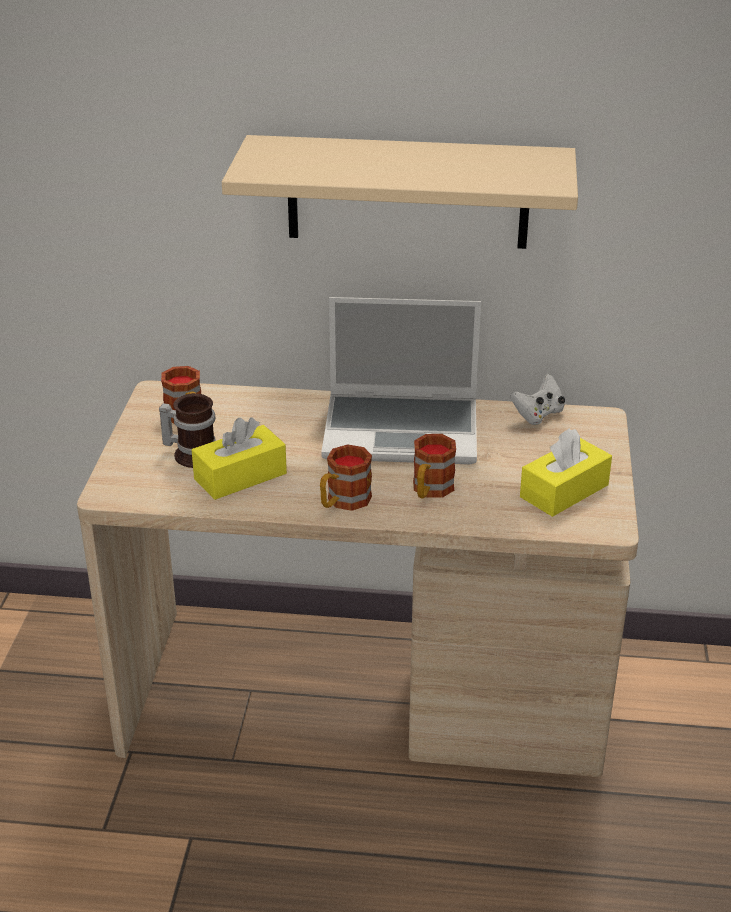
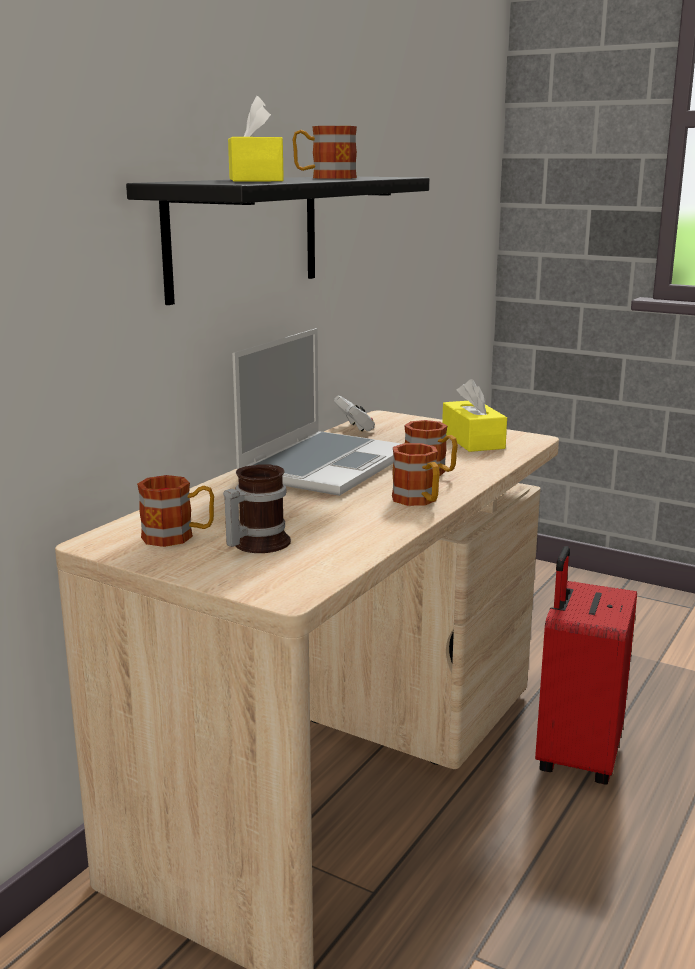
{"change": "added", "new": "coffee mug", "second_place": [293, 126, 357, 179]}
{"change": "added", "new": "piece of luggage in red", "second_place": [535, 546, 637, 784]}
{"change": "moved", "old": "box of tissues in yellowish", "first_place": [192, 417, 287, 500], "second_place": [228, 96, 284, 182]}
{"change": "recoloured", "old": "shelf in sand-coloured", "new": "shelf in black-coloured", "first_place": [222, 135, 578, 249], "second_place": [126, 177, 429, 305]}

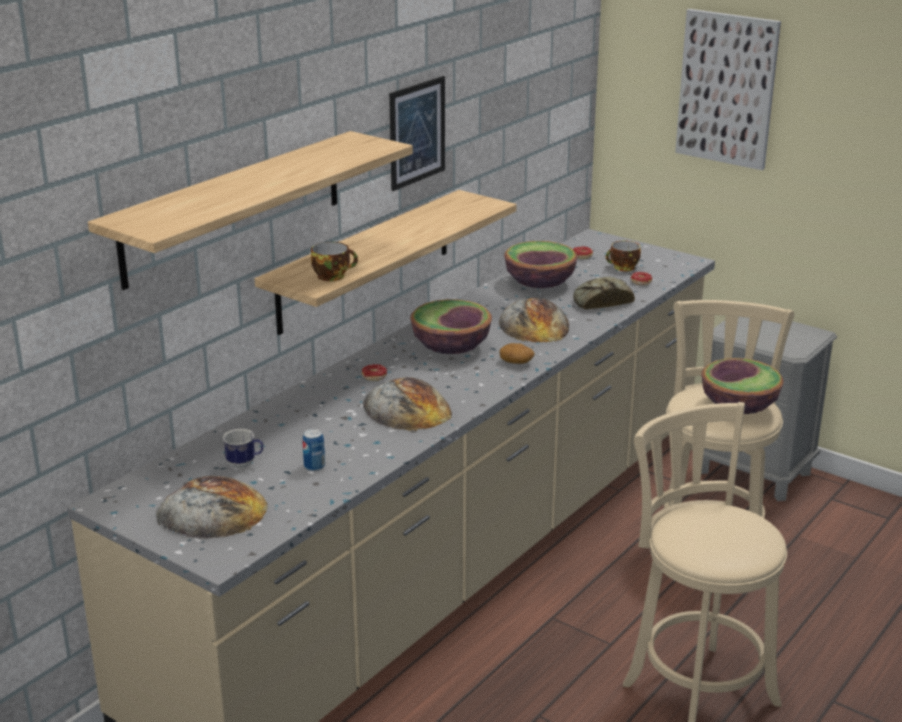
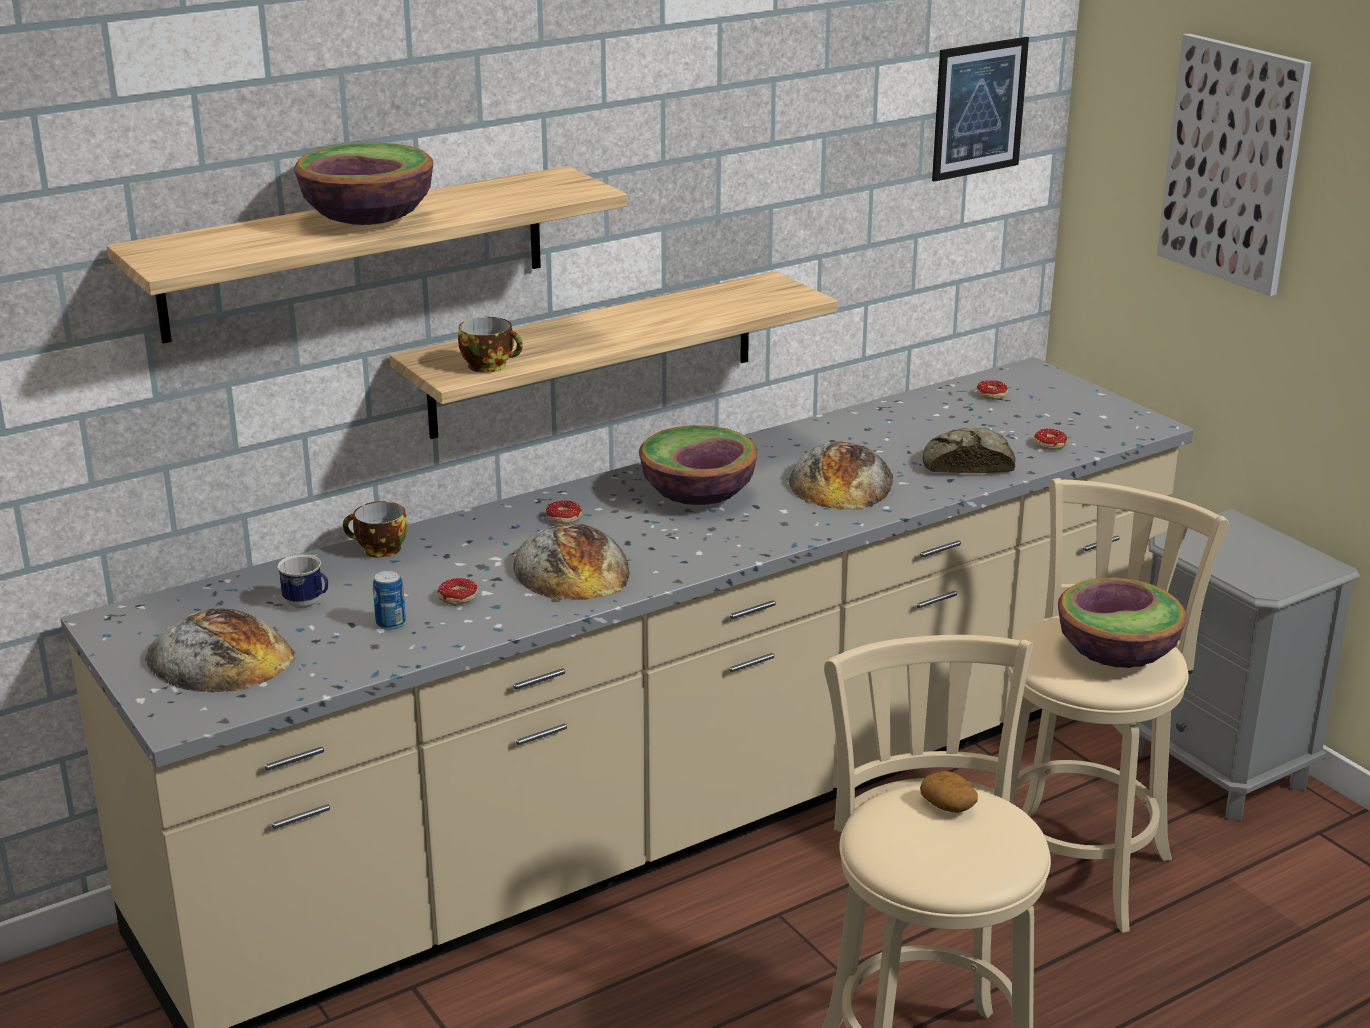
{"change": "added", "new": "donut", "second_place": [438, 578, 478, 605]}
{"change": "moved", "old": "wall picture", "first_place": [389, 76, 445, 191], "second_place": [932, 37, 1029, 182]}
{"change": "moved", "old": "spud", "first_place": [499, 343, 535, 364], "second_place": [920, 771, 978, 813]}
{"change": "moved", "old": "serving bowl", "first_place": [504, 241, 578, 288], "second_place": [294, 143, 434, 225]}
{"change": "moved", "old": "small cup", "first_place": [606, 241, 641, 271], "second_place": [343, 501, 407, 558]}

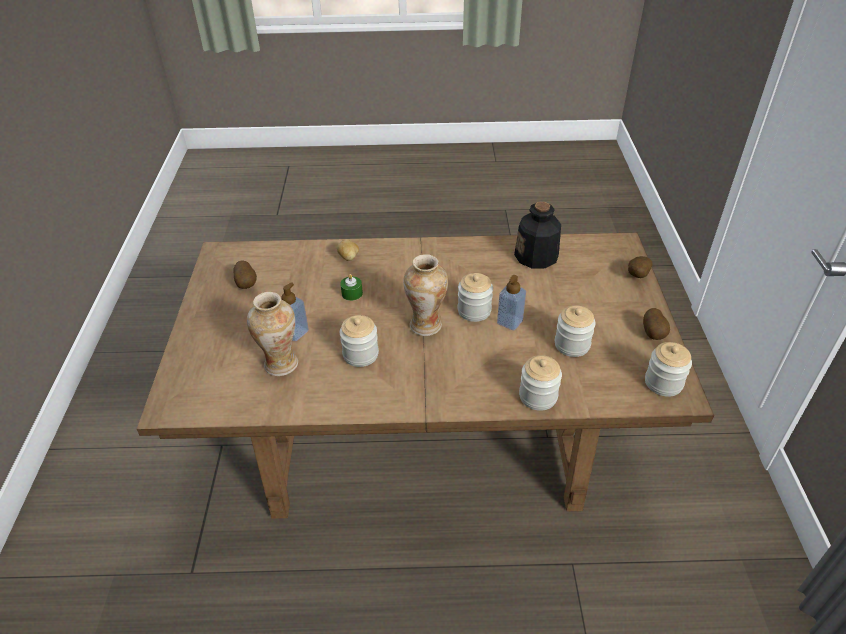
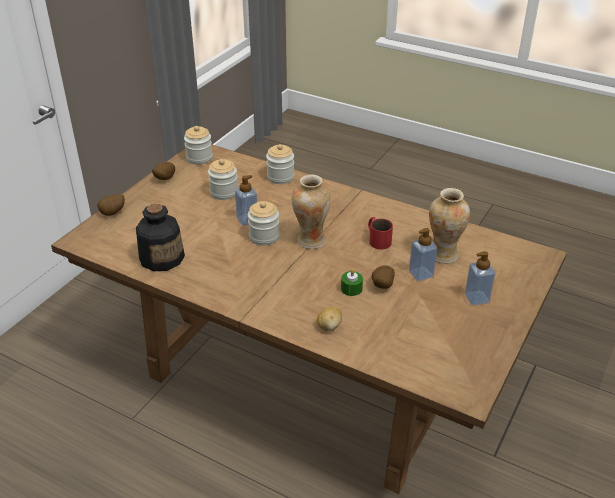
{"change": "added", "new": "soap dispenser", "second_place": [465, 251, 495, 305]}
{"change": "moved", "old": "spud", "first_place": [233, 260, 257, 289], "second_place": [371, 266, 395, 289]}
{"change": "replaced", "old": "preserve jar", "new": "coffee mug in red", "first_place": [340, 315, 379, 367], "second_place": [368, 217, 393, 250]}

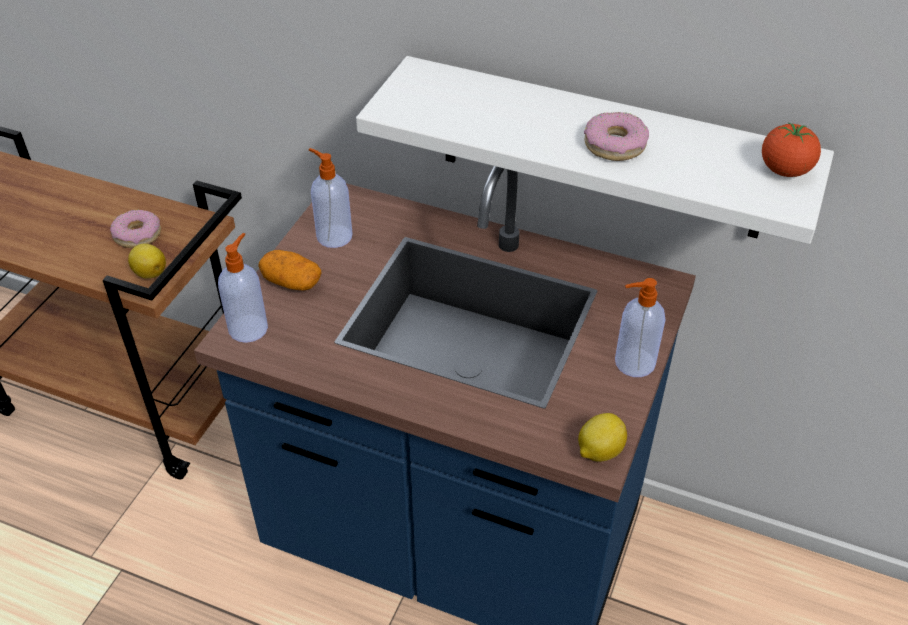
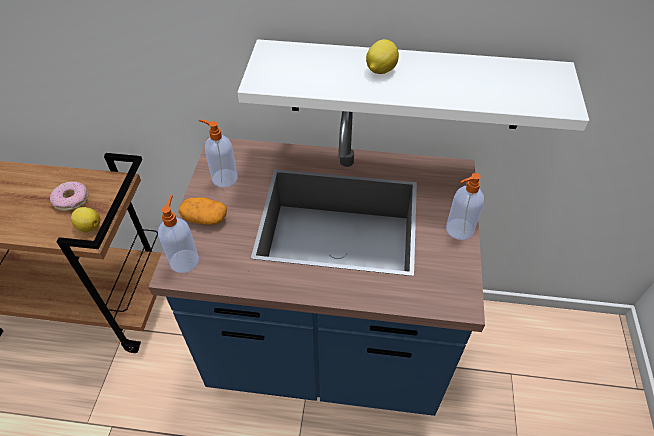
{"change": "removed", "old": "donut", "first_place": [584, 112, 649, 161]}
{"change": "removed", "old": "tomato", "first_place": [762, 123, 821, 177]}
{"change": "moved", "old": "citrus fruit", "first_place": [578, 413, 627, 462], "second_place": [366, 39, 399, 74]}

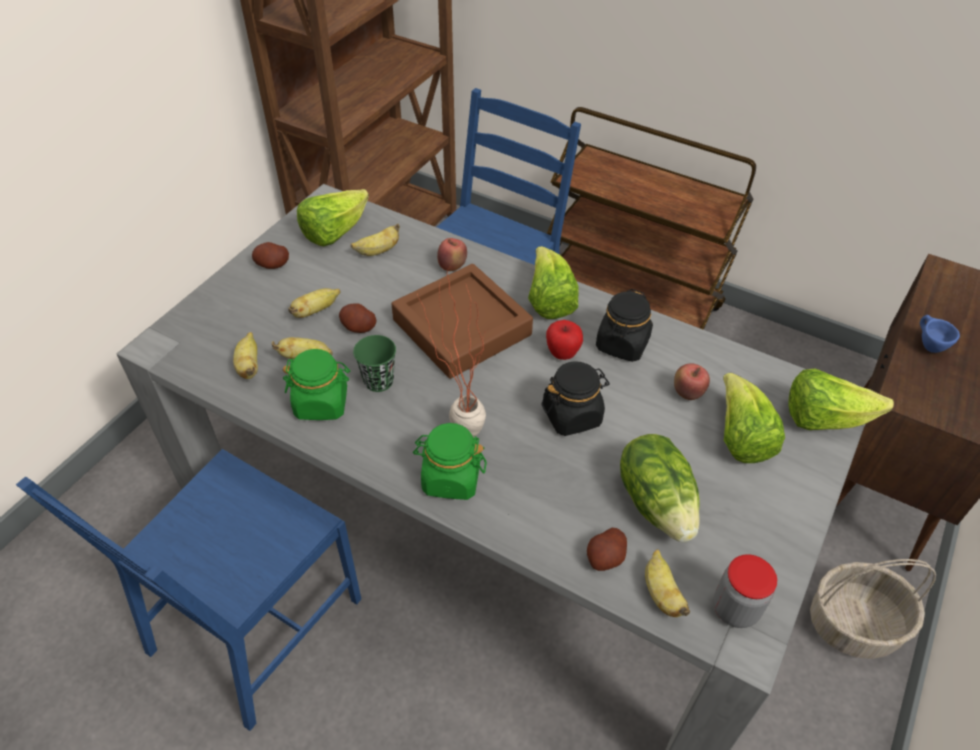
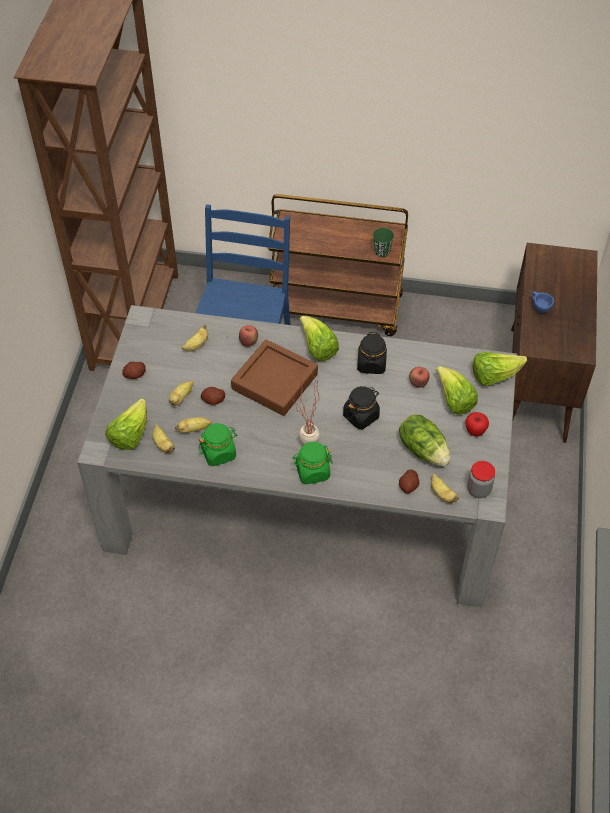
{"change": "removed", "old": "plain chair in blue", "first_place": [16, 449, 361, 731]}
{"change": "removed", "old": "basket", "first_place": [810, 559, 936, 659]}
{"change": "moved", "old": "lettuce", "first_place": [297, 189, 369, 246], "second_place": [105, 398, 147, 450]}
{"change": "moved", "old": "small cup in greenish", "first_place": [353, 335, 396, 392], "second_place": [373, 228, 394, 257]}
{"change": "moved", "old": "whole apple", "first_place": [546, 320, 583, 360], "second_place": [465, 412, 489, 437]}

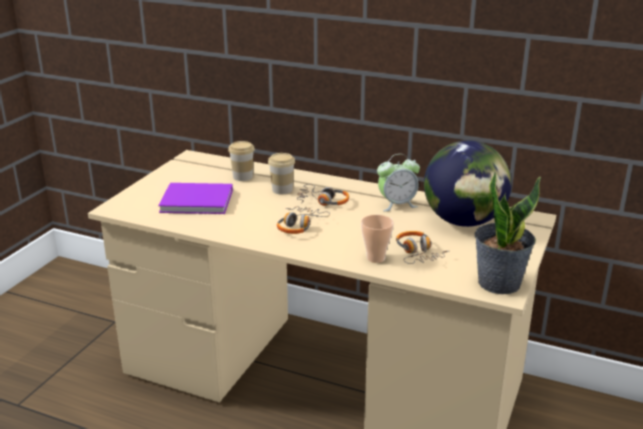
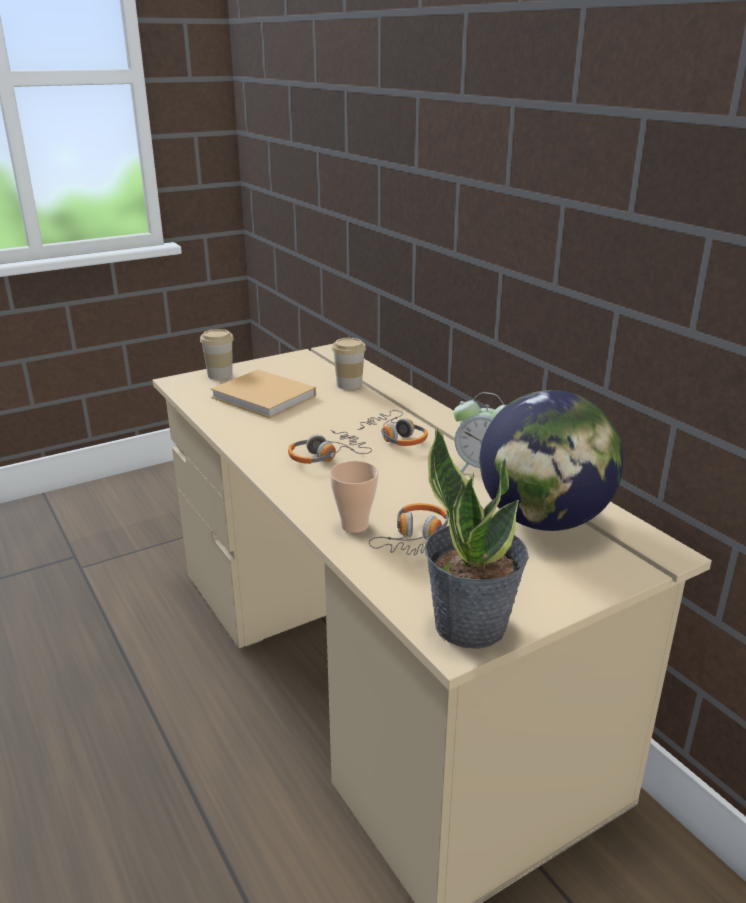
{"change": "moved", "old": "small cup", "first_place": [268, 153, 295, 194], "second_place": [200, 329, 234, 379]}
{"change": "recoloured", "old": "book in purple-coloured", "new": "book in sand-coloured", "first_place": [158, 183, 233, 214], "second_place": [210, 370, 316, 418]}

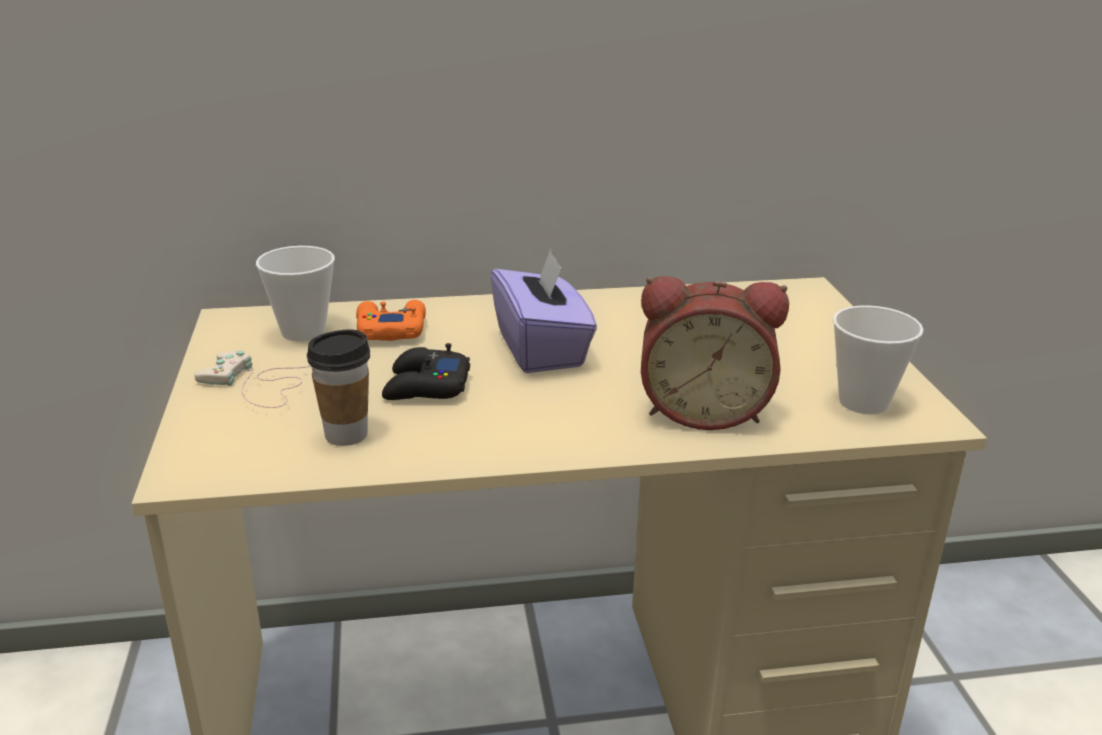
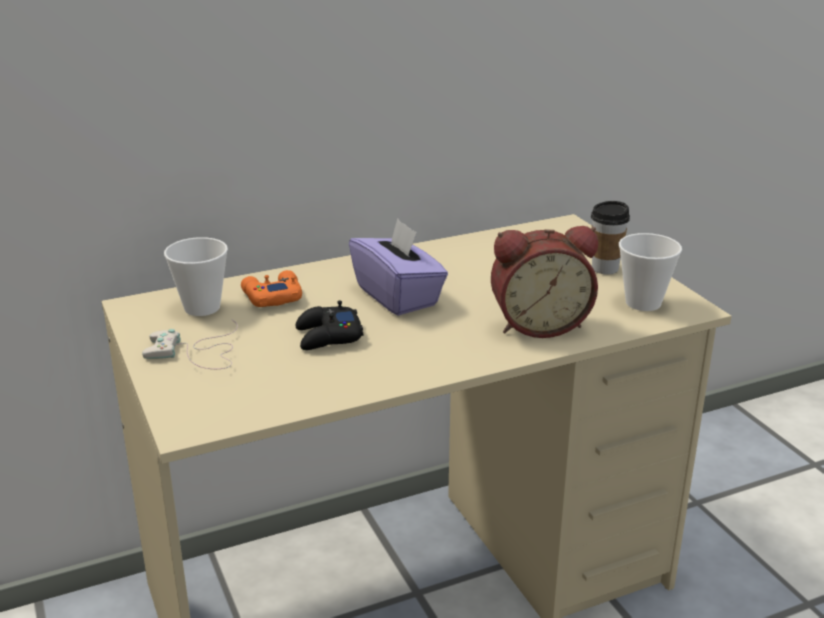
{"change": "moved", "old": "small cup", "first_place": [307, 329, 370, 446], "second_place": [591, 201, 630, 274]}

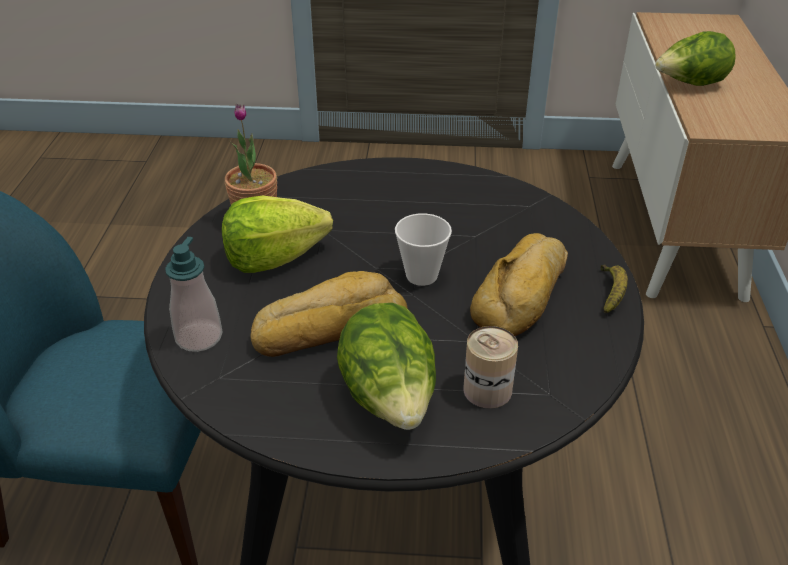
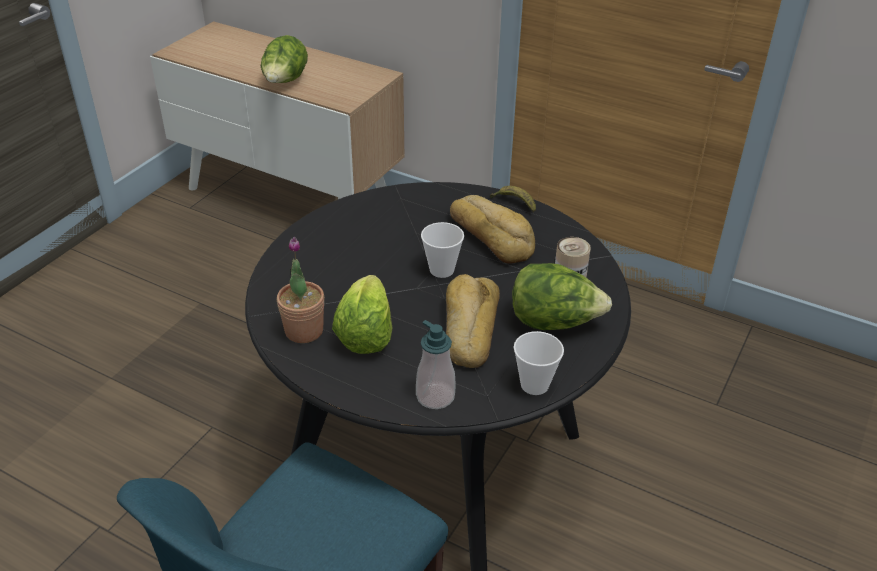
{"change": "added", "new": "small cup", "second_place": [514, 331, 564, 395]}

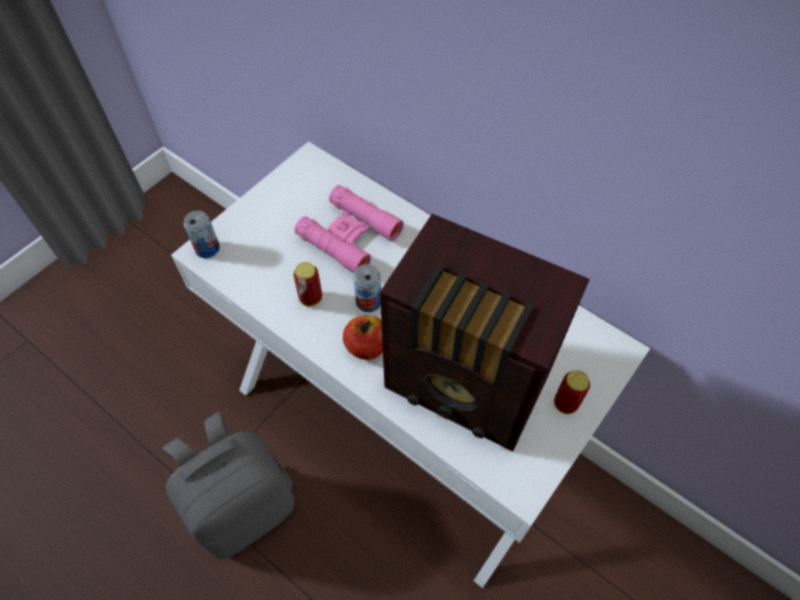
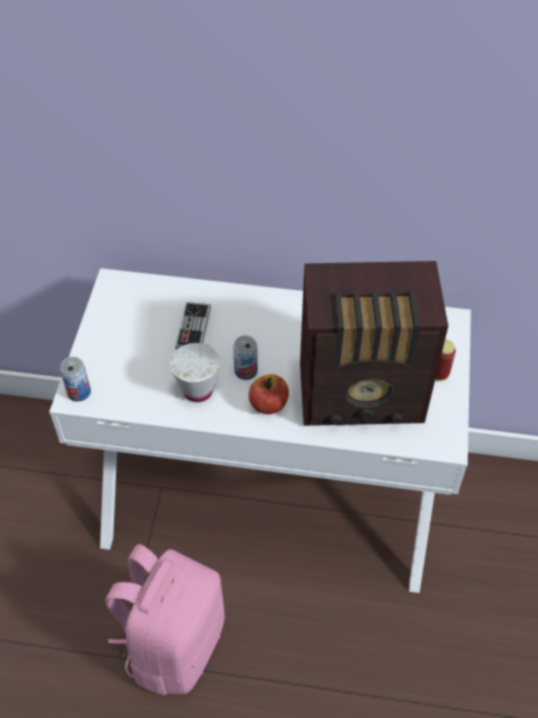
{"change": "replaced", "old": "sealed can", "new": "small cup in white", "first_place": [293, 262, 322, 307], "second_place": [170, 343, 220, 402]}
{"change": "replaced", "old": "pair of binoculars in pink", "new": "game controller", "first_place": [295, 185, 404, 273], "second_place": [175, 302, 211, 350]}
{"change": "recoloured", "old": "backpack in gray", "new": "backpack in pink", "first_place": [163, 412, 294, 558], "second_place": [105, 544, 225, 695]}

